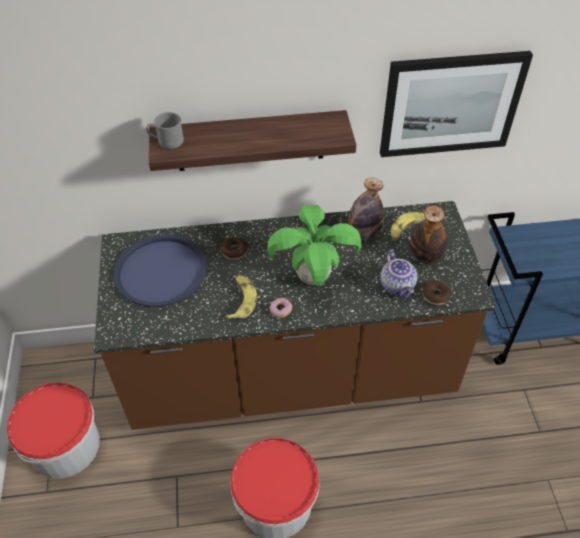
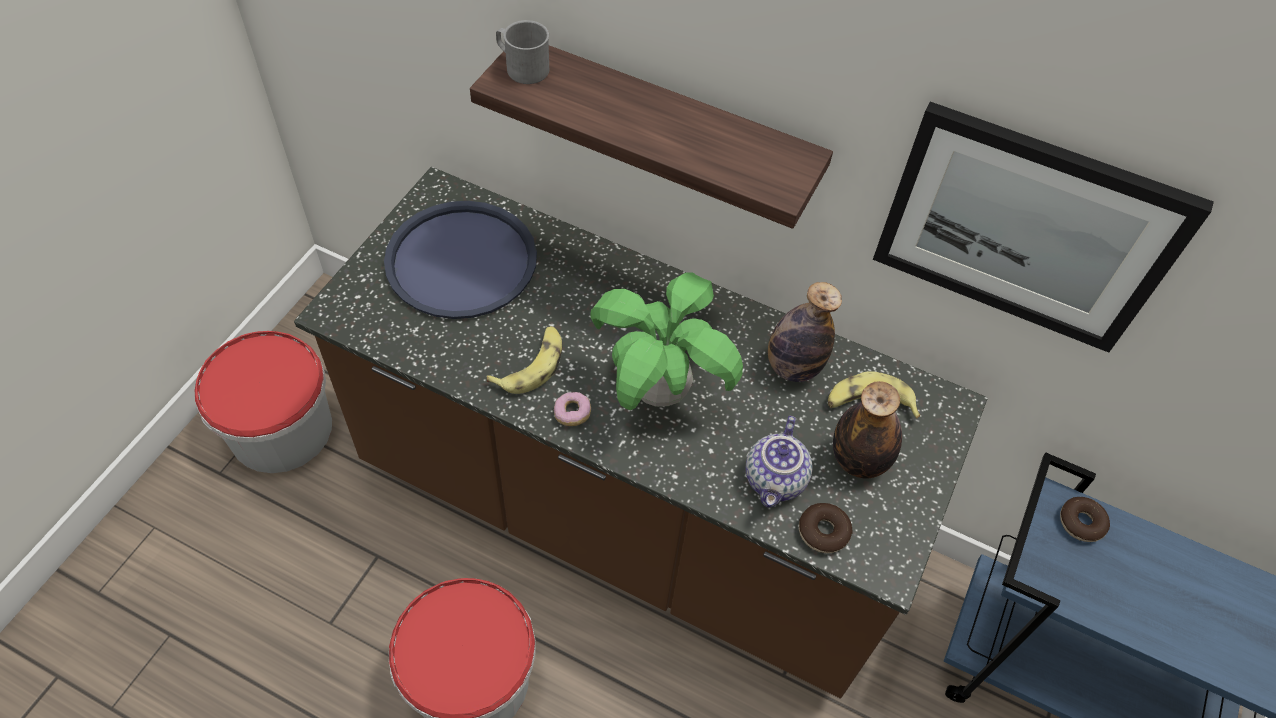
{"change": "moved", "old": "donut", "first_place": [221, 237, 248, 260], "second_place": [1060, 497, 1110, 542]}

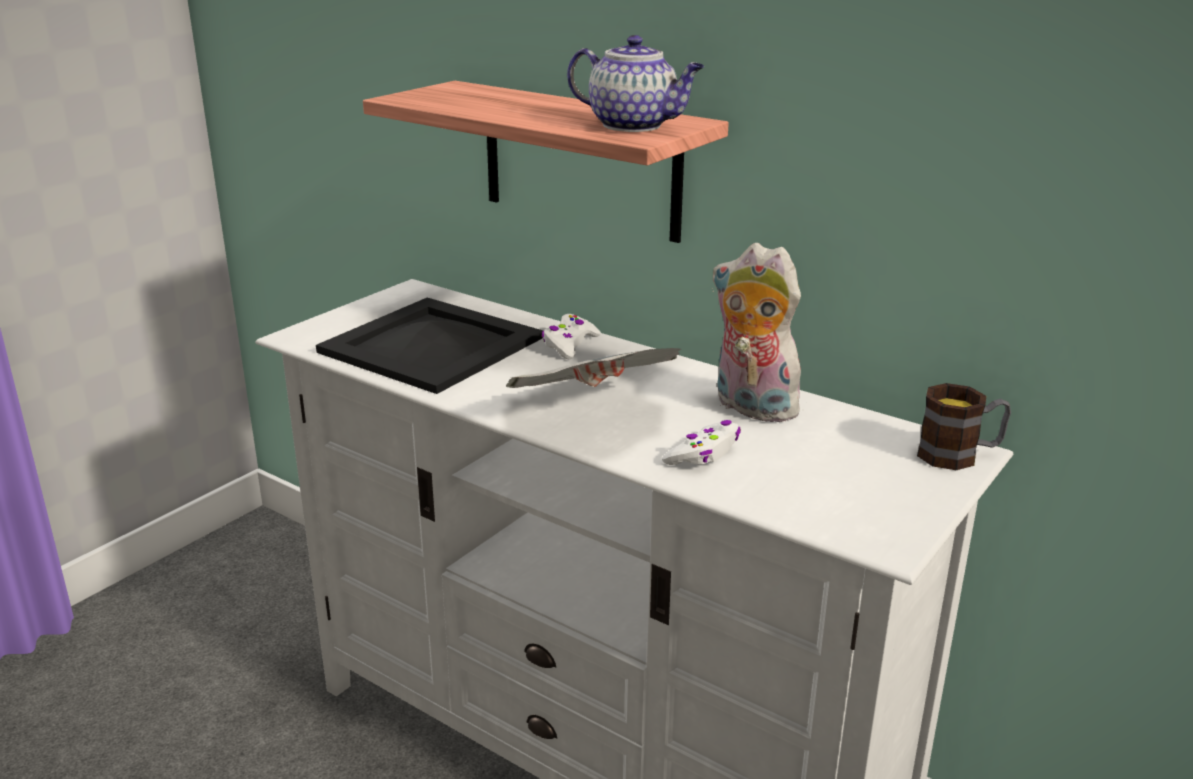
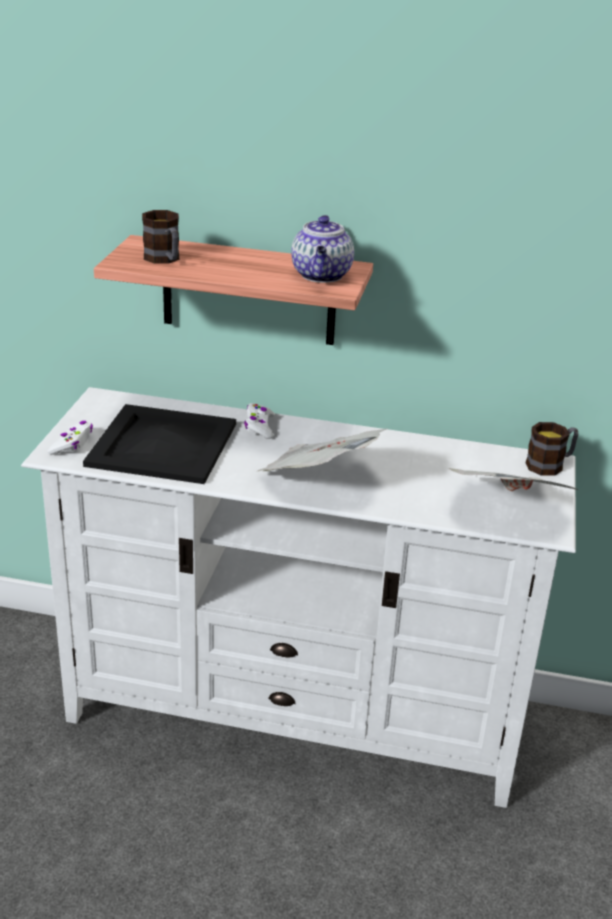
{"change": "removed", "old": "cuddly toy", "first_place": [712, 243, 810, 423]}
{"change": "added", "new": "coffee mug", "second_place": [142, 210, 180, 264]}
{"change": "added", "new": "printed paper", "second_place": [449, 468, 579, 491]}
{"change": "moved", "old": "game controller in white", "first_place": [662, 420, 741, 465], "second_place": [48, 421, 93, 455]}
{"change": "turned", "old": "pot for tea", "first_place": [567, 35, 704, 132], "second_place": [291, 215, 354, 283], "degrees": 90}

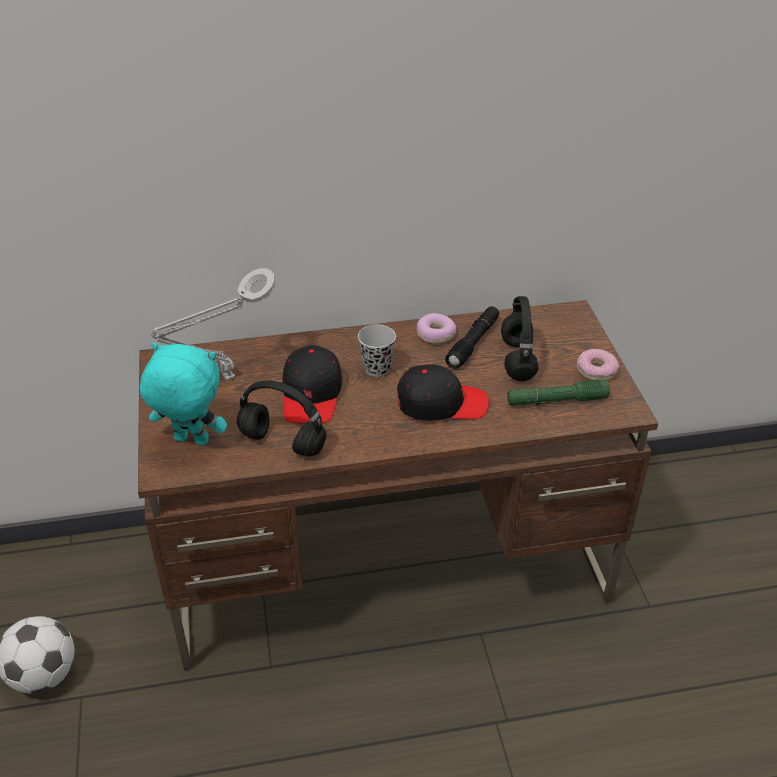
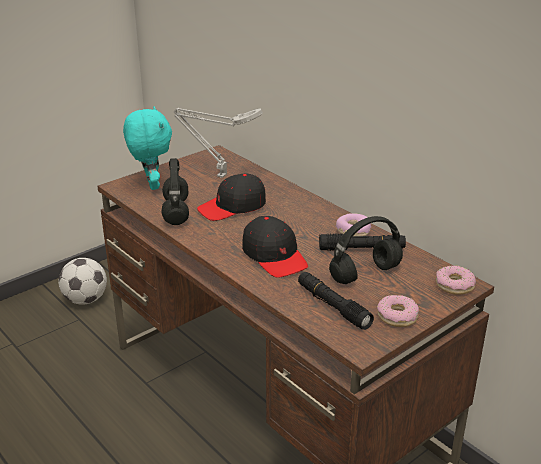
{"change": "removed", "old": "small cup in black-coloured", "first_place": [358, 324, 396, 377]}
{"change": "added", "new": "donut", "second_place": [436, 265, 476, 295]}
{"change": "recoloured", "old": "torch in greenish", "new": "torch in black-coloured", "first_place": [507, 380, 610, 406], "second_place": [298, 272, 374, 330]}

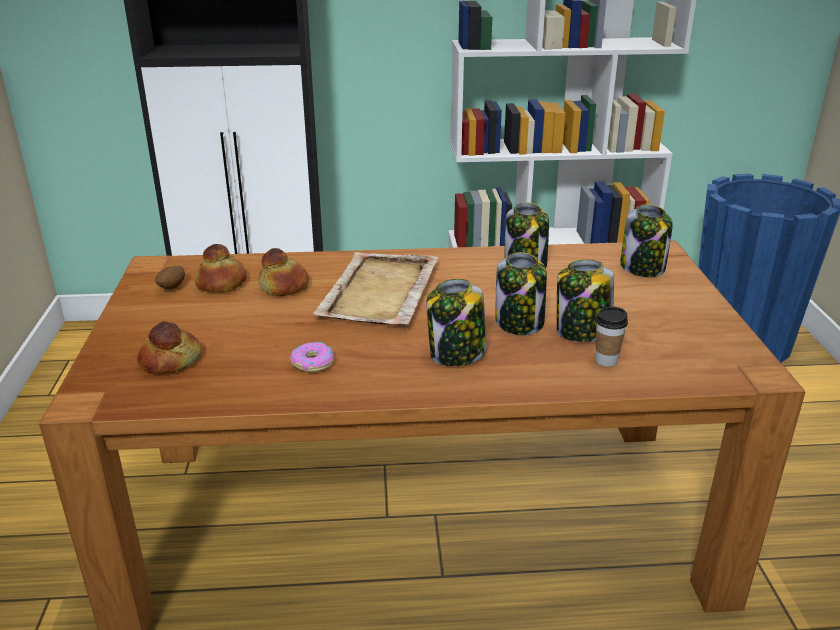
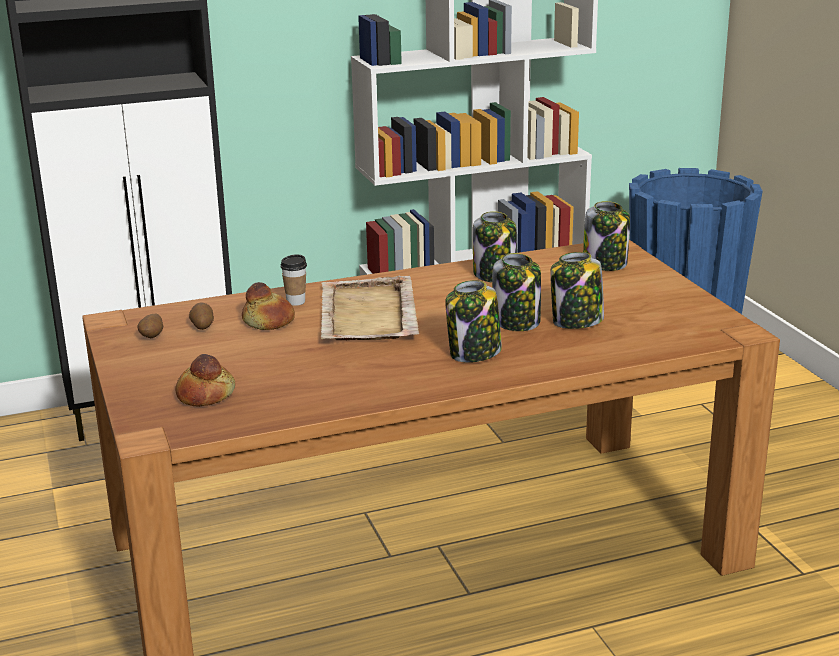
{"change": "removed", "old": "donut", "first_place": [290, 342, 334, 372]}
{"change": "moved", "old": "small cup", "first_place": [595, 307, 628, 367], "second_place": [281, 254, 307, 306]}
{"change": "replaced", "old": "bread", "new": "spud", "first_place": [195, 244, 247, 292], "second_place": [189, 303, 214, 330]}

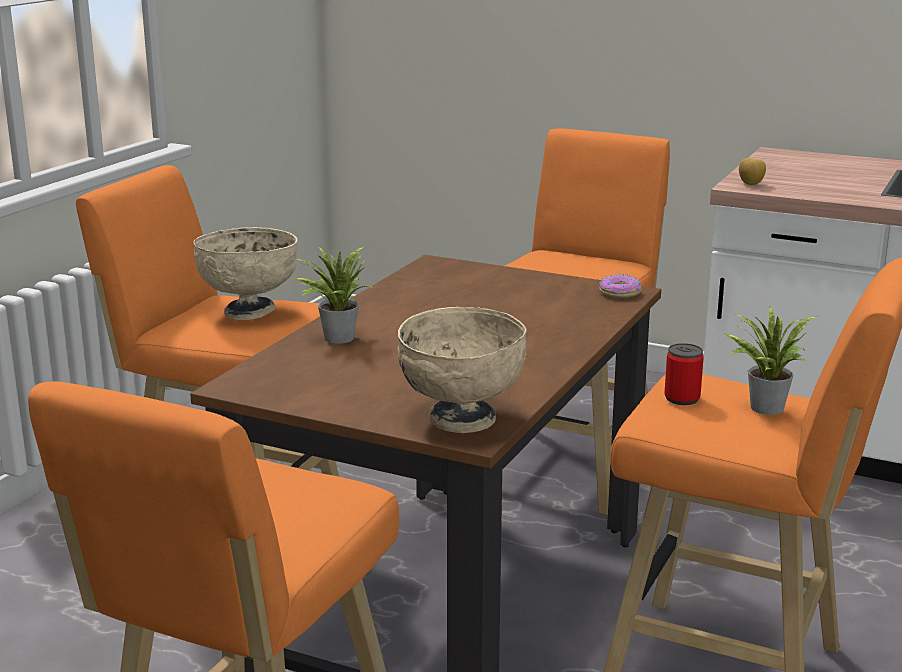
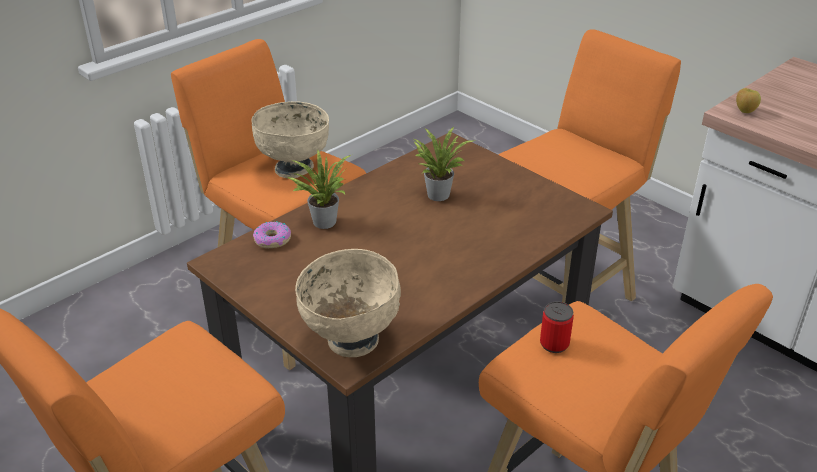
{"change": "moved", "old": "donut", "first_place": [598, 274, 641, 298], "second_place": [253, 221, 291, 248]}
{"change": "moved", "old": "potted plant", "first_place": [724, 307, 818, 415], "second_place": [414, 127, 475, 201]}

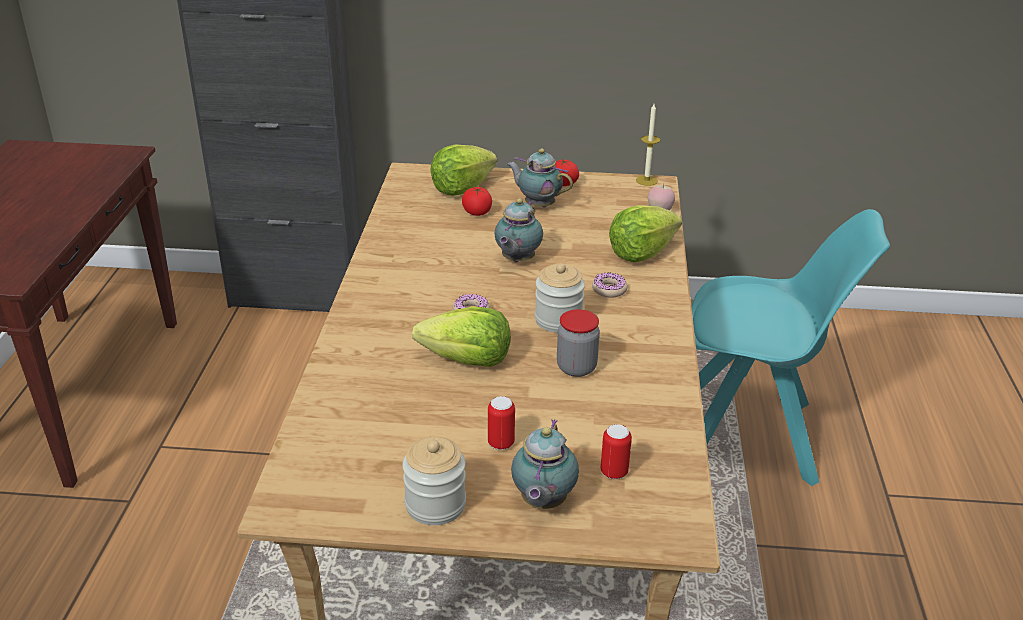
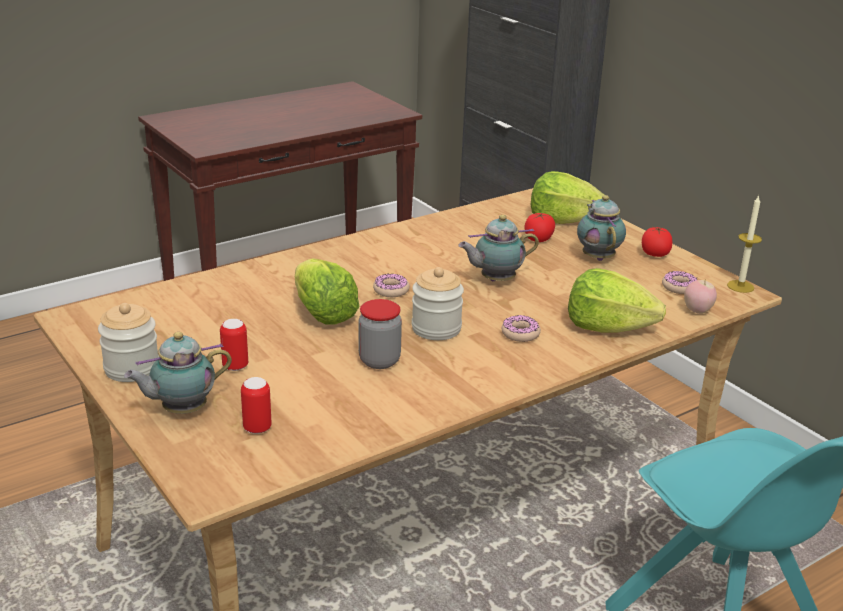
{"change": "added", "new": "donut", "second_place": [662, 271, 697, 294]}

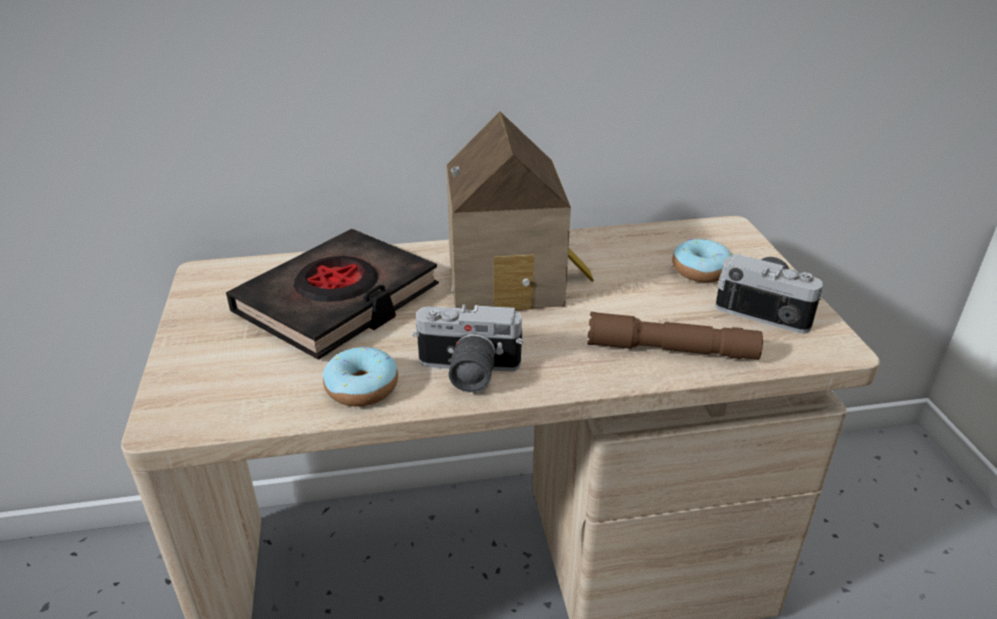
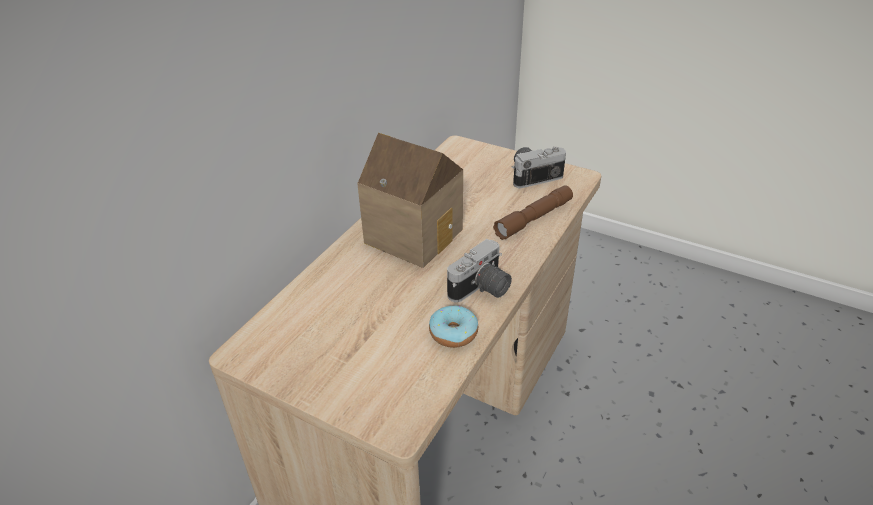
{"change": "removed", "old": "book in black-coloured", "first_place": [226, 229, 439, 360]}
{"change": "removed", "old": "donut", "first_place": [672, 239, 733, 283]}

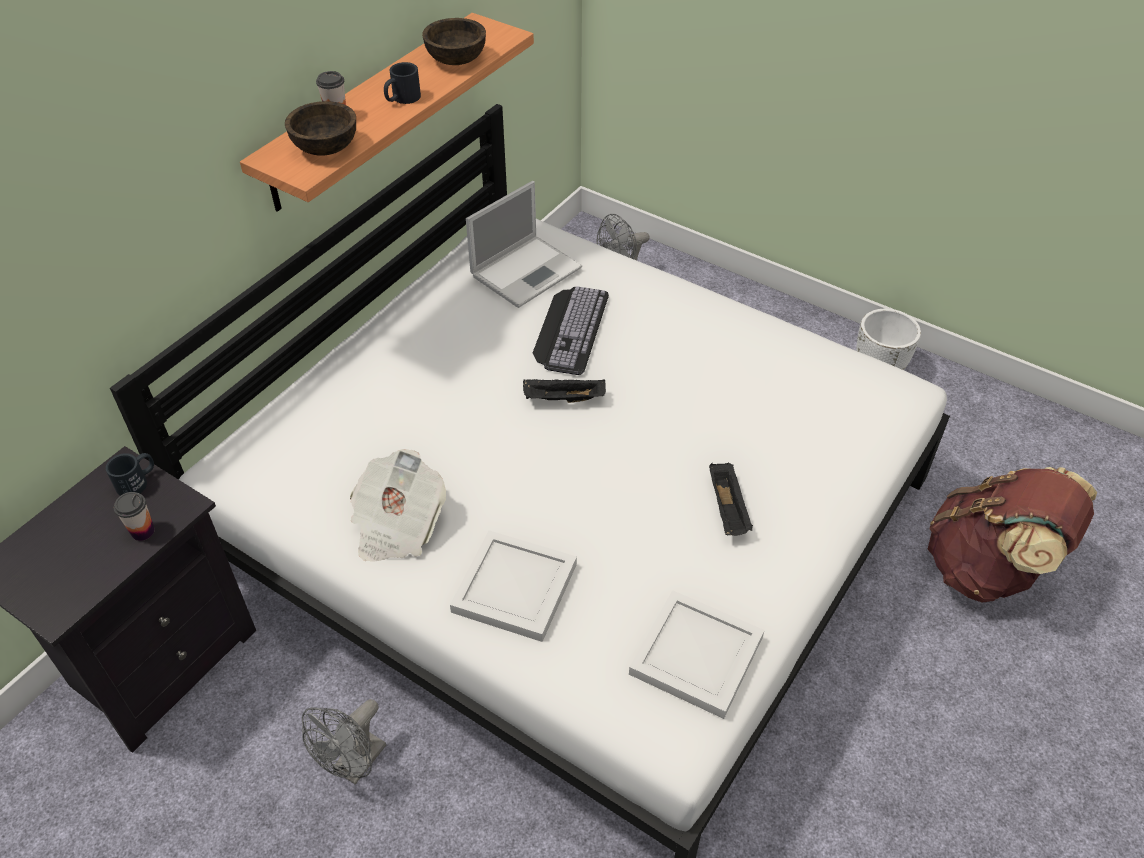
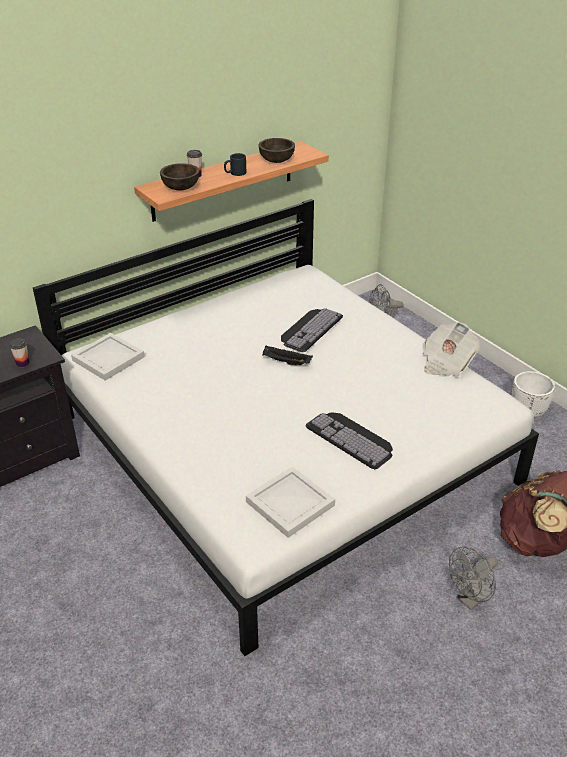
{"change": "removed", "old": "coffee mug in black-coloured", "first_place": [105, 453, 154, 496]}
{"change": "removed", "old": "notebook computer", "first_place": [466, 181, 582, 308]}
{"change": "moved", "old": "cooling fan in gray", "first_place": [302, 699, 386, 785], "second_place": [449, 547, 498, 610]}
{"change": "moved", "old": "printed paper", "first_place": [350, 449, 446, 562], "second_place": [423, 322, 480, 377]}
{"change": "moved", "old": "serving tray in white", "first_place": [450, 530, 577, 642], "second_place": [71, 333, 145, 381]}
{"change": "replaced", "old": "serving tray in black-coloured", "new": "keyboard", "first_place": [709, 463, 753, 536], "second_place": [306, 412, 393, 469]}

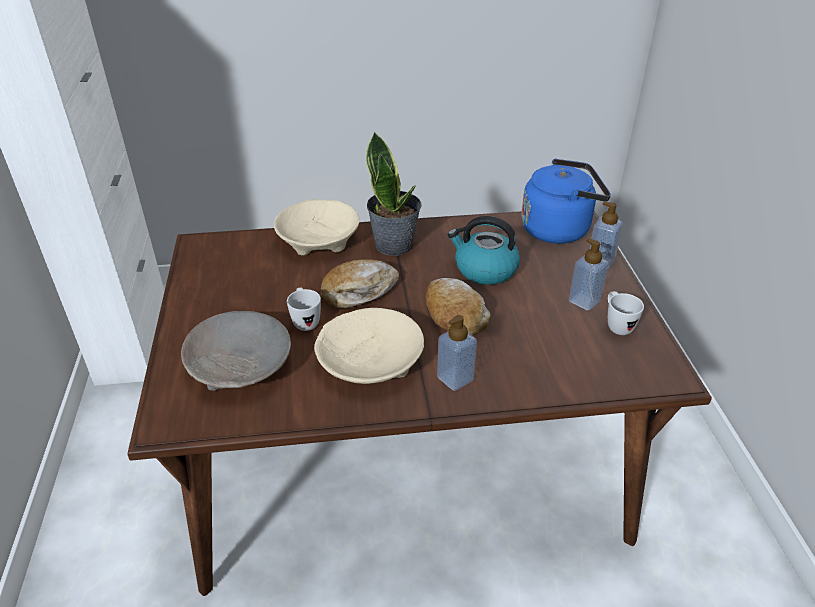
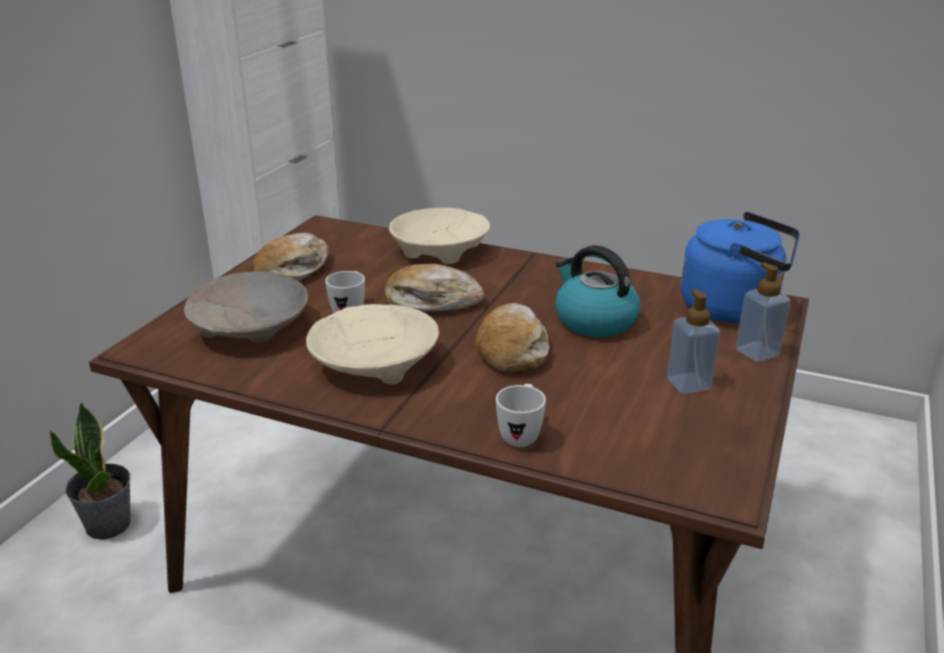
{"change": "removed", "old": "soap dispenser", "first_place": [437, 315, 477, 391]}
{"change": "added", "new": "bread", "second_place": [253, 233, 329, 281]}
{"change": "moved", "old": "potted plant", "first_place": [366, 131, 421, 256], "second_place": [49, 402, 131, 539]}
{"change": "moved", "old": "coffee mug in white", "first_place": [608, 291, 644, 335], "second_place": [496, 384, 546, 447]}

